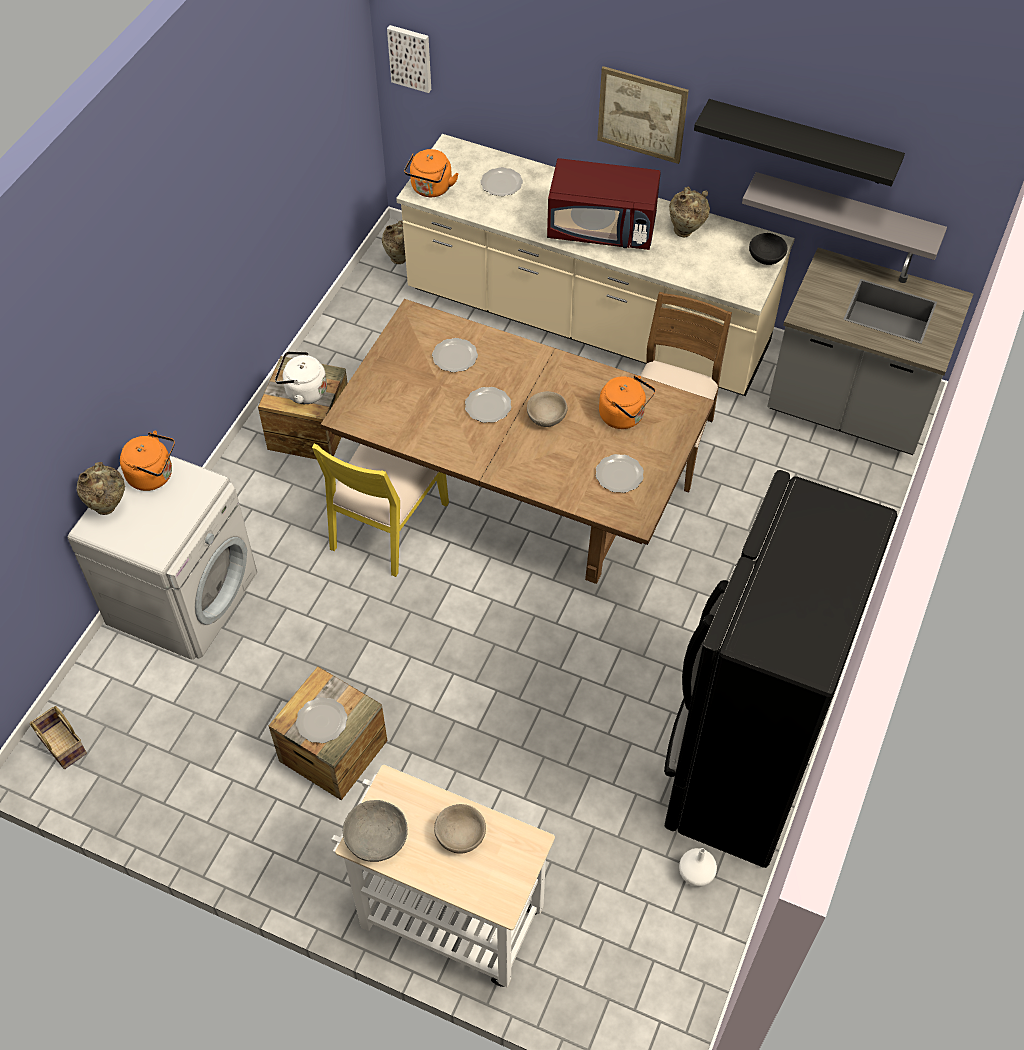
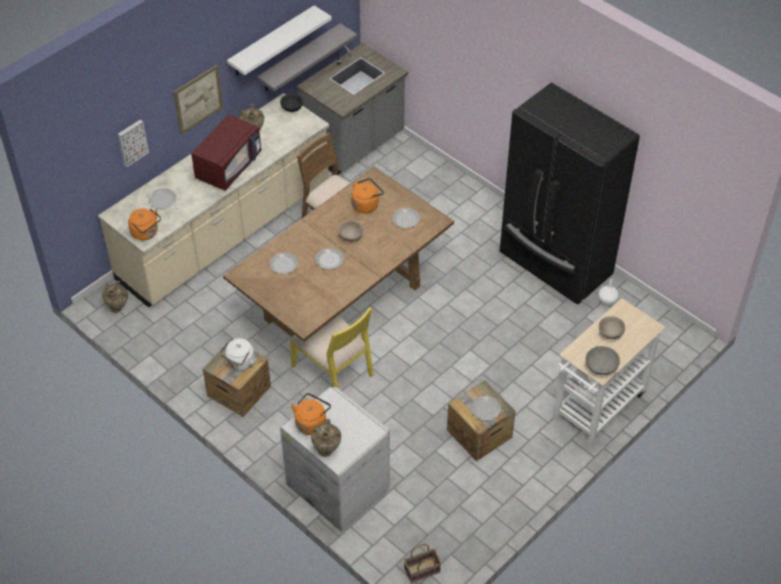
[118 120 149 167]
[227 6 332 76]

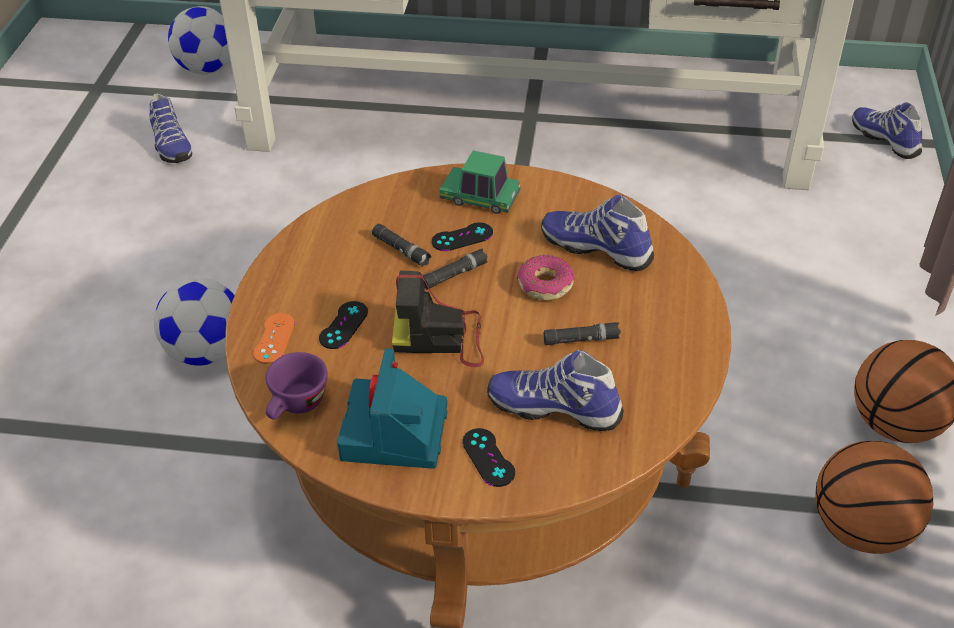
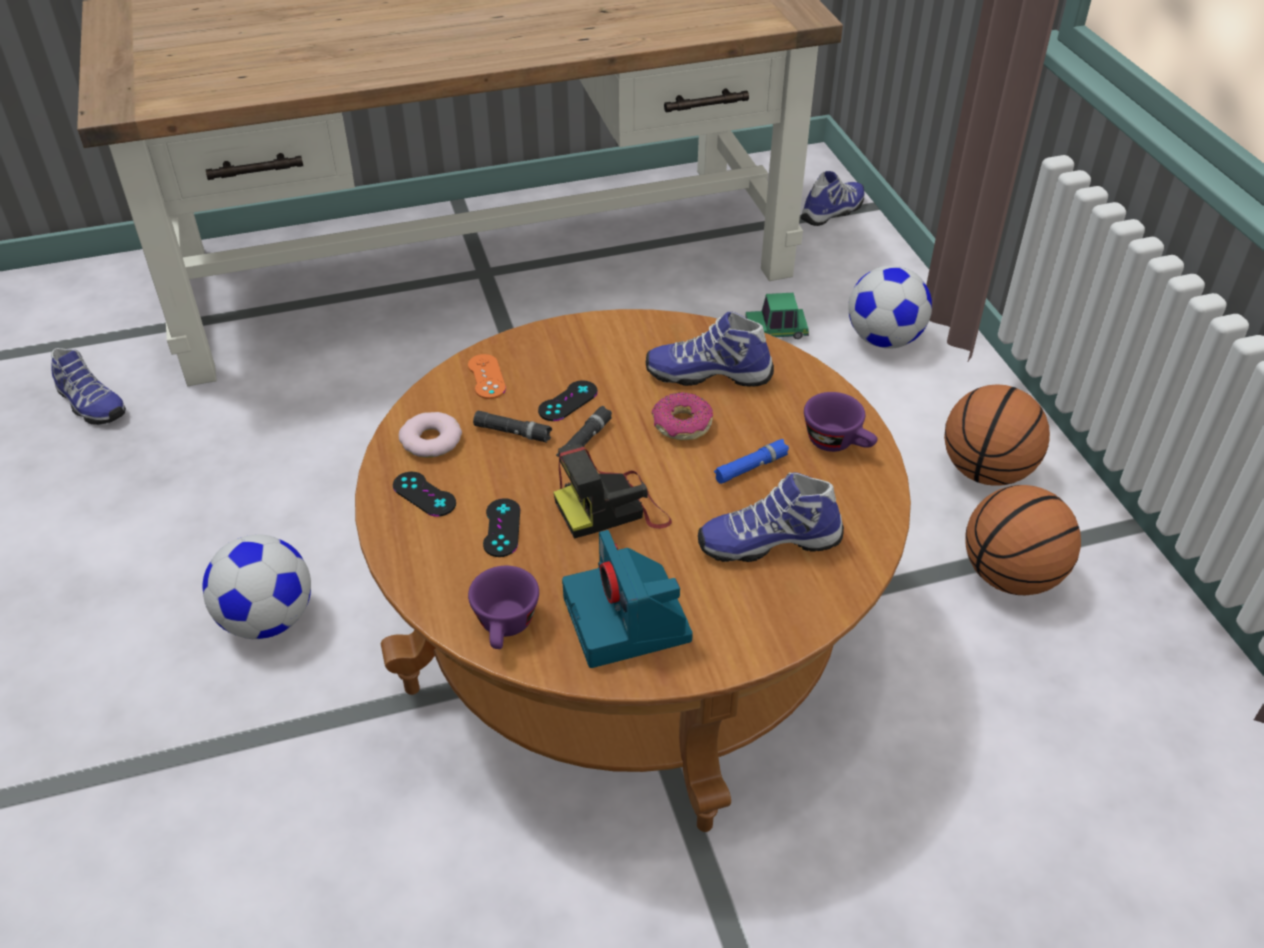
[848 265 932 349]
[801 171 864 226]
[745 293 809 339]
[468 354 506 399]
[714 439 789 484]
[393 472 456 517]
[804 392 878 452]
[399 412 462 458]

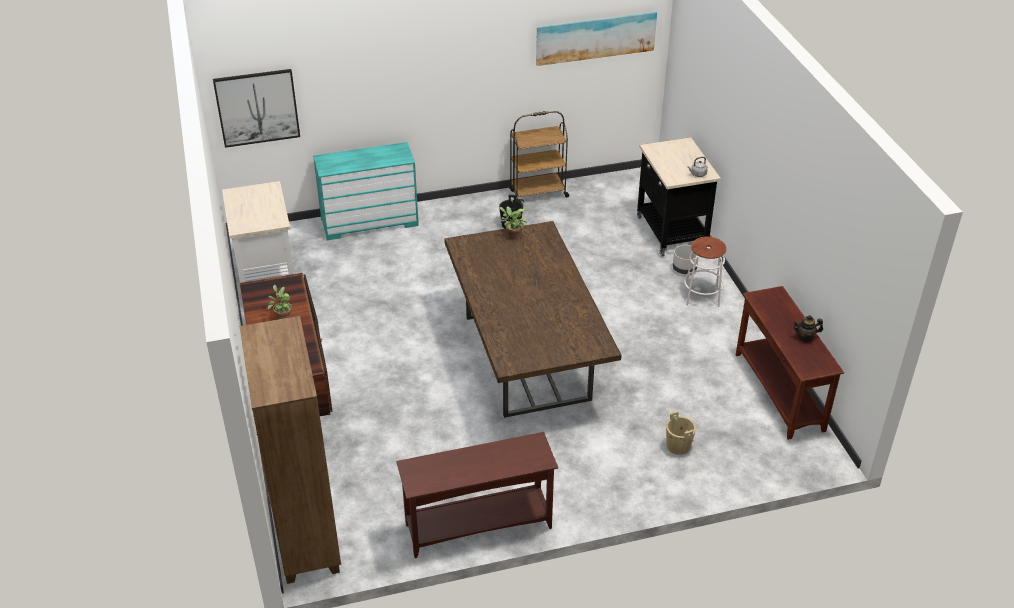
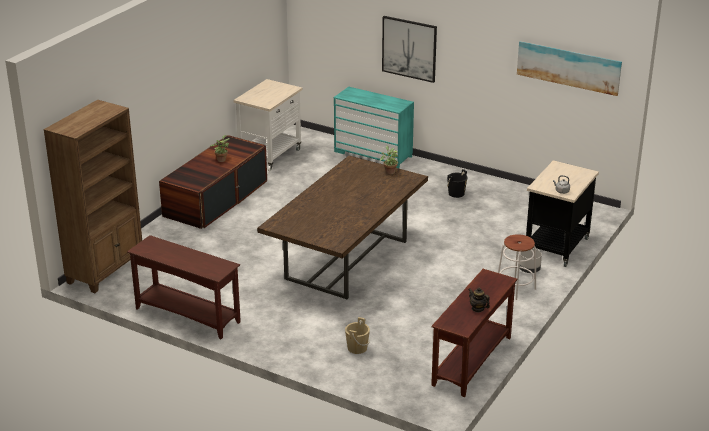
[382 16 437 83]
[509 111 569 202] (first image)

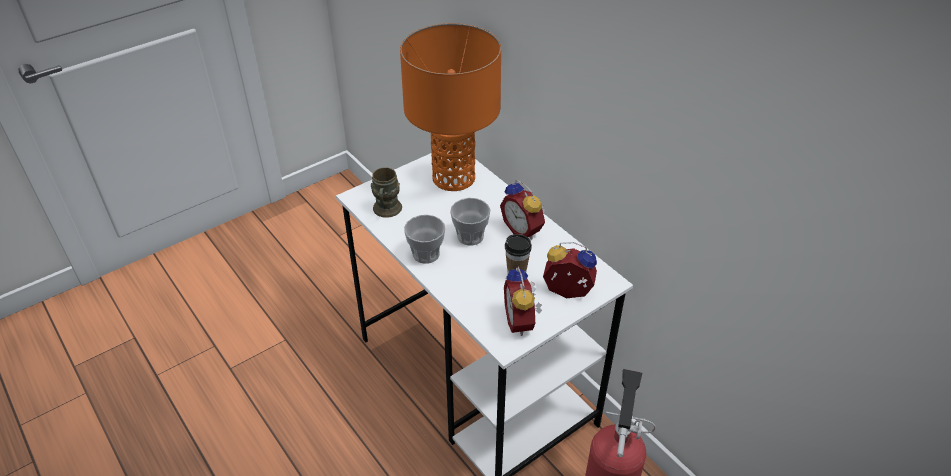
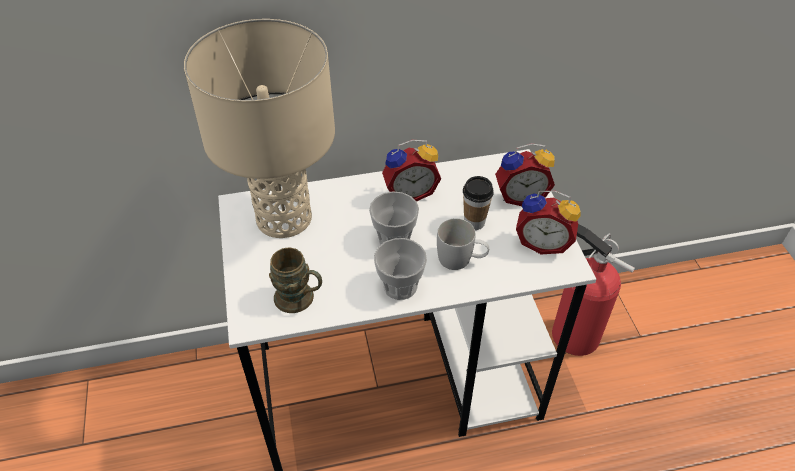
[184 19 335 238]
[495 143 555 206]
[437 219 489 270]

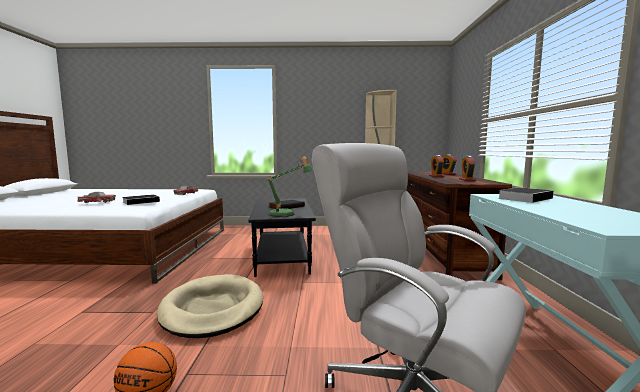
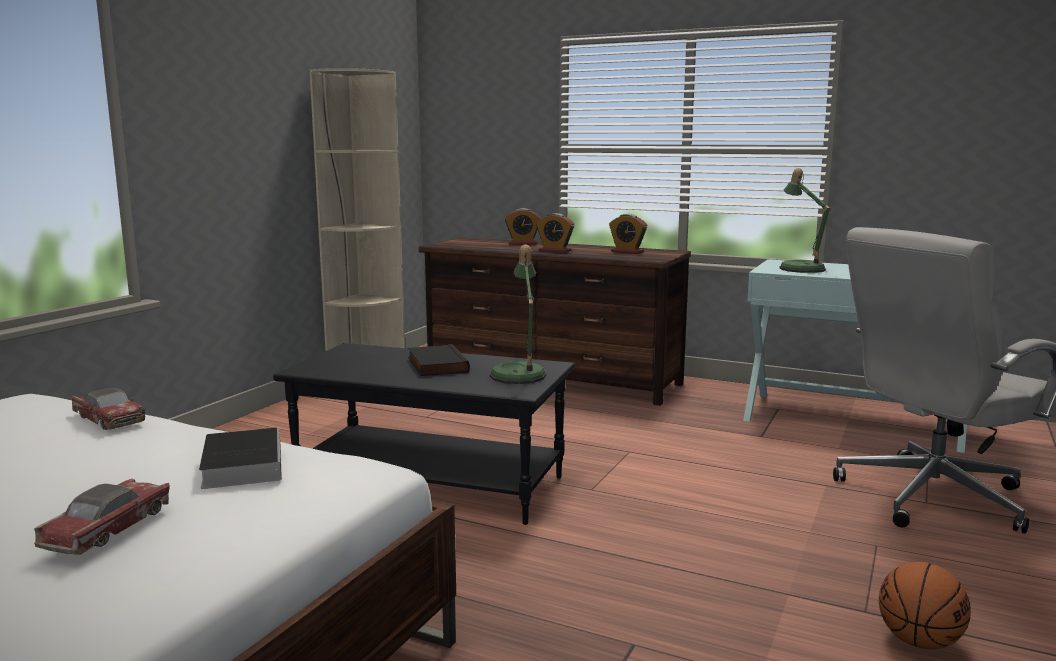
[780 168 831 273]
[157 274 263 338] (first image)

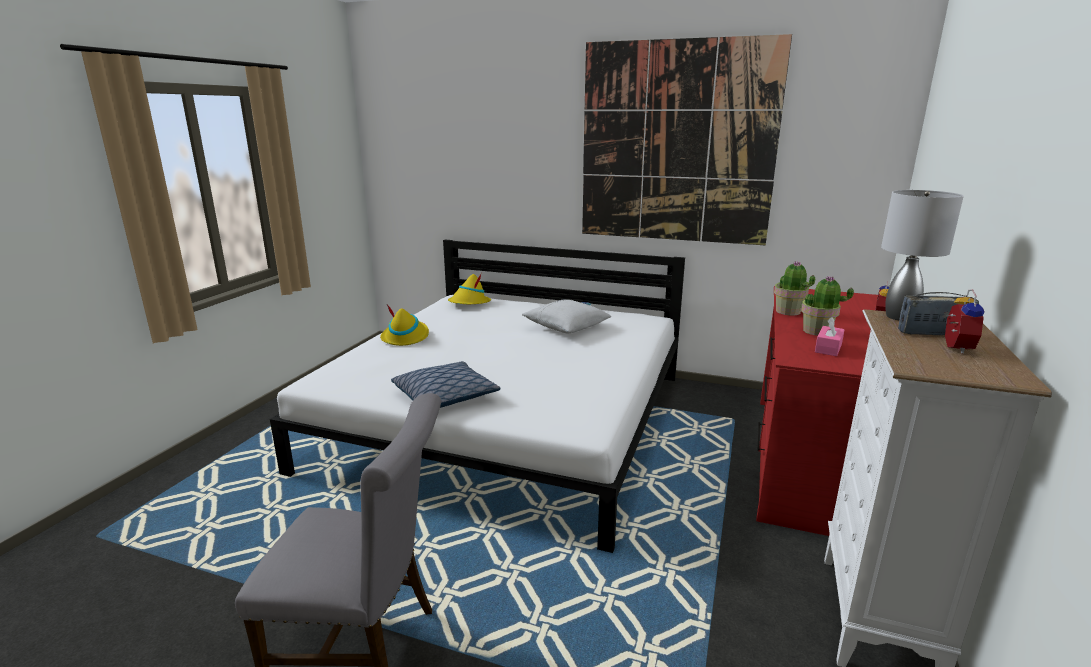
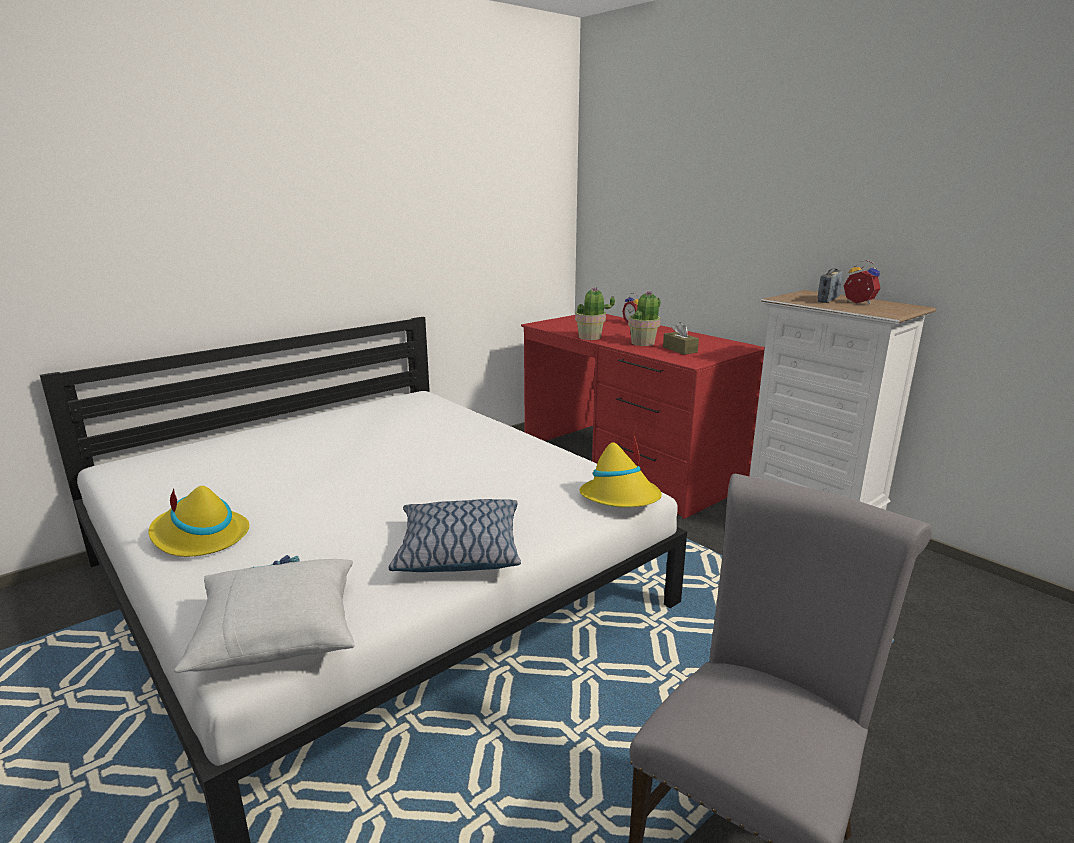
[582 34 792 245] (first image)
[881 190 964 320] (first image)
[579 435 662 507]
[174 555 355 673]
[663 322 699 355]

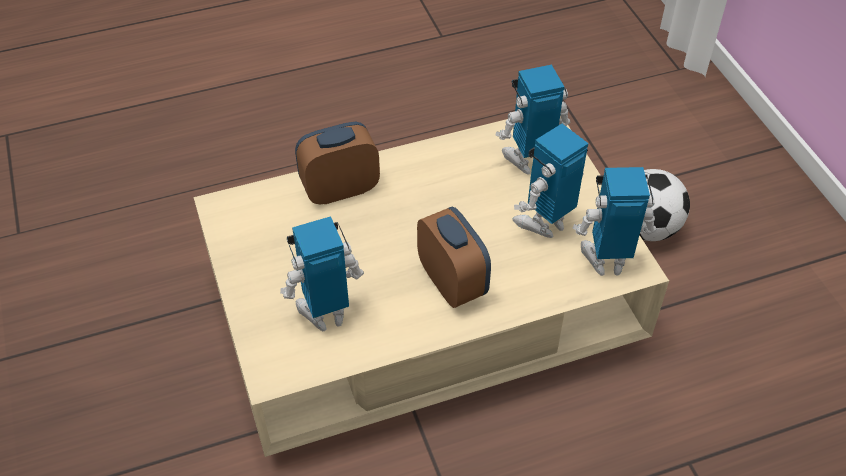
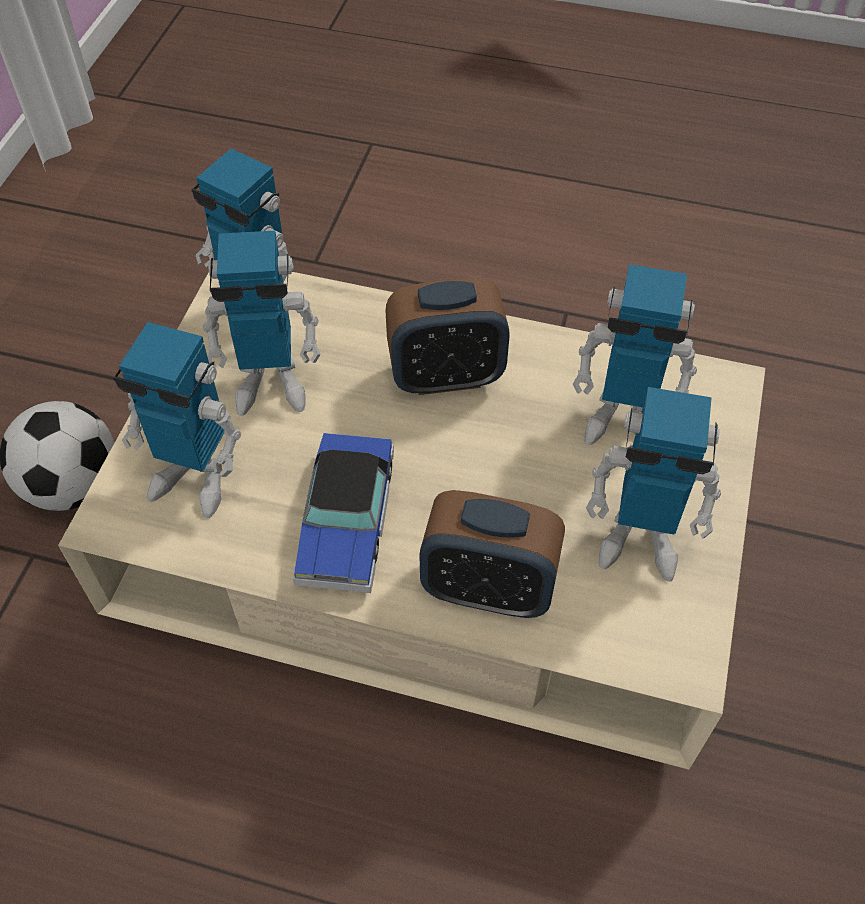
[386 278 510 395]
[586 387 721 581]
[293 433 394 593]

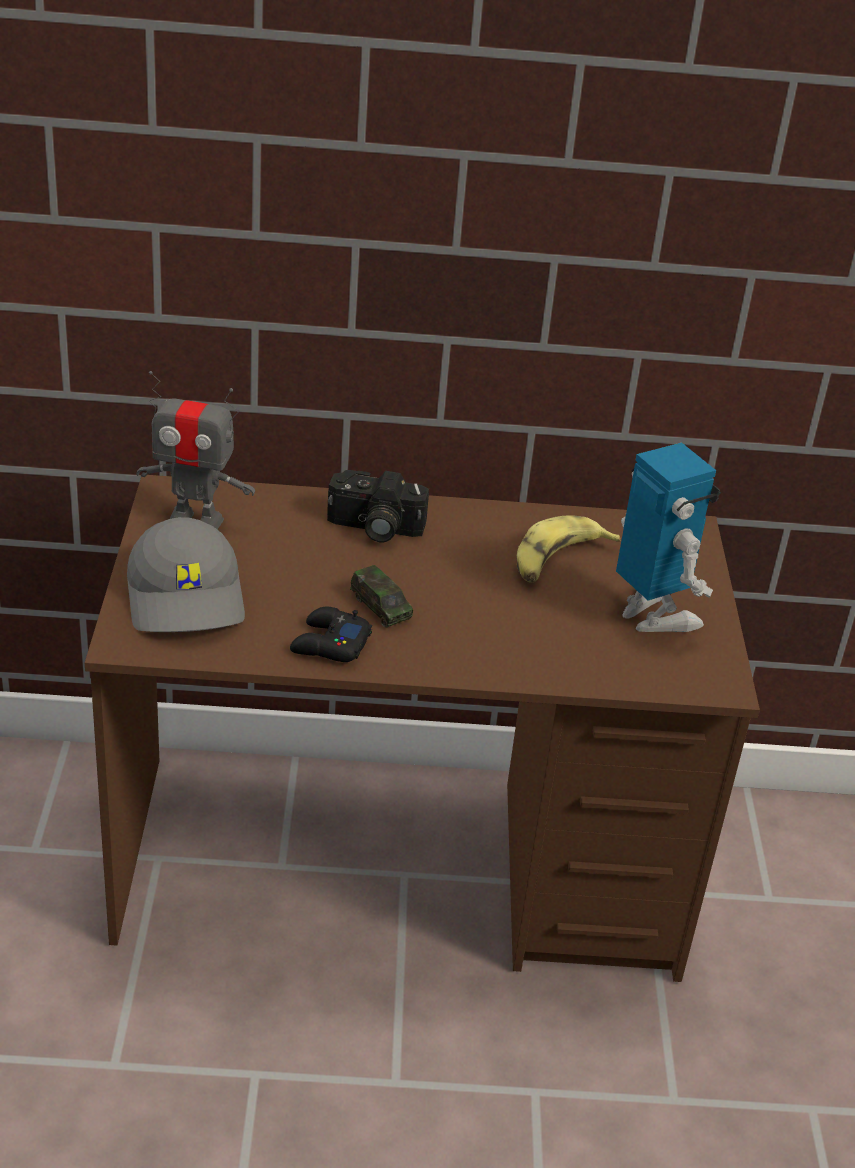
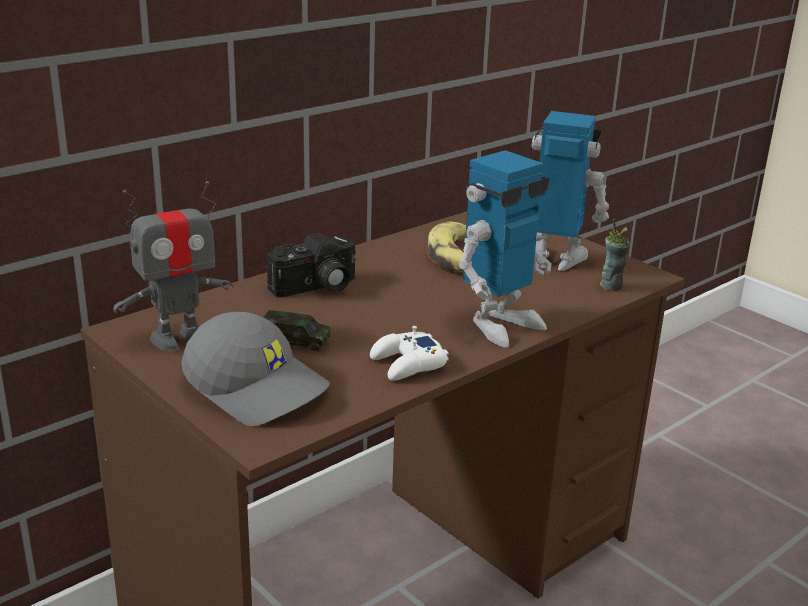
[264 310 330 352]
[370 326 449 381]
[459 150 552 347]
[600 219 630 291]

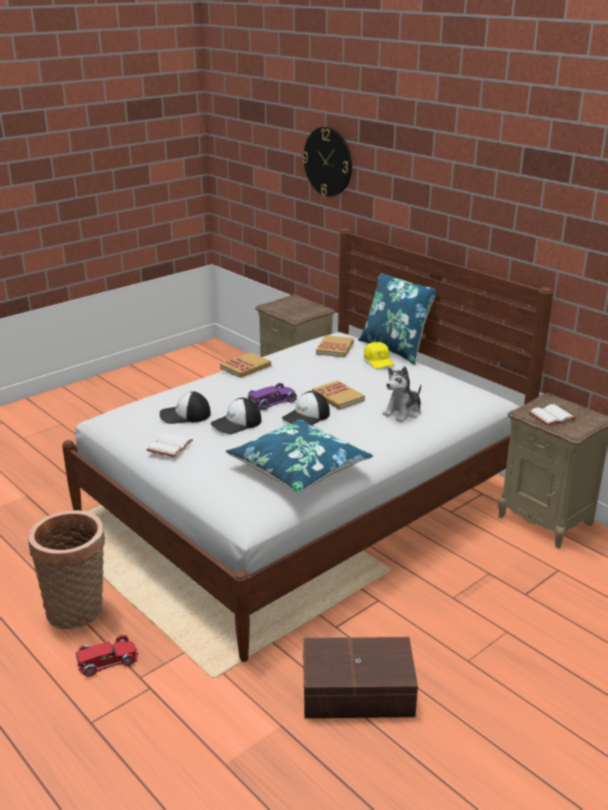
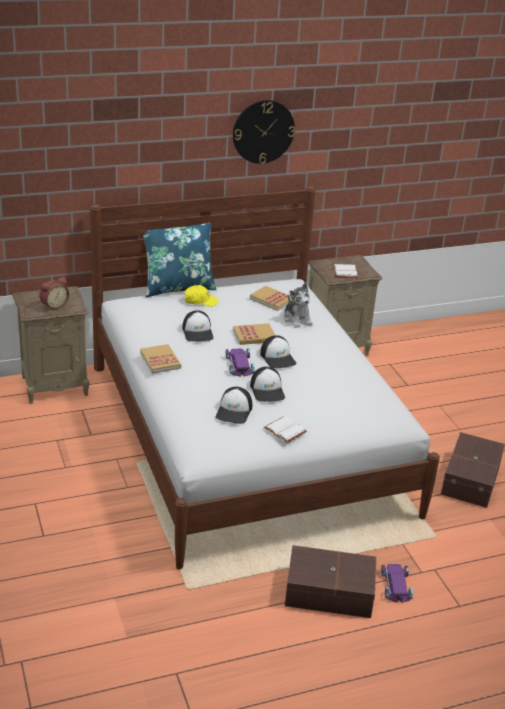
[233 100 295 164]
[250 286 293 311]
[226 419 373 494] (first image)
[285 545 376 618]
[381 564 413 603]
[40 277 69 310]
[182 310 214 342]

